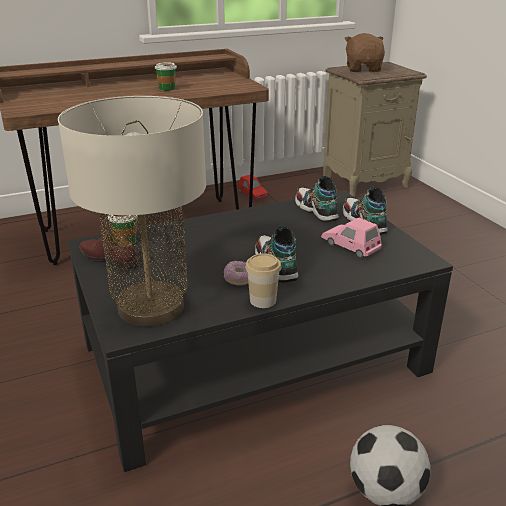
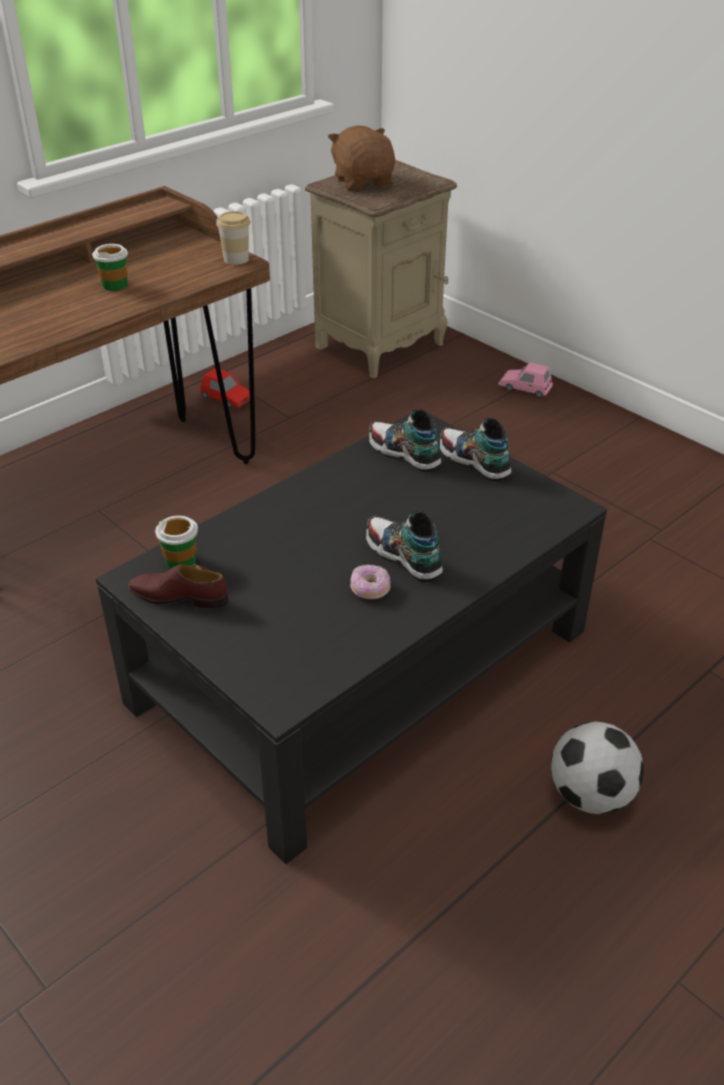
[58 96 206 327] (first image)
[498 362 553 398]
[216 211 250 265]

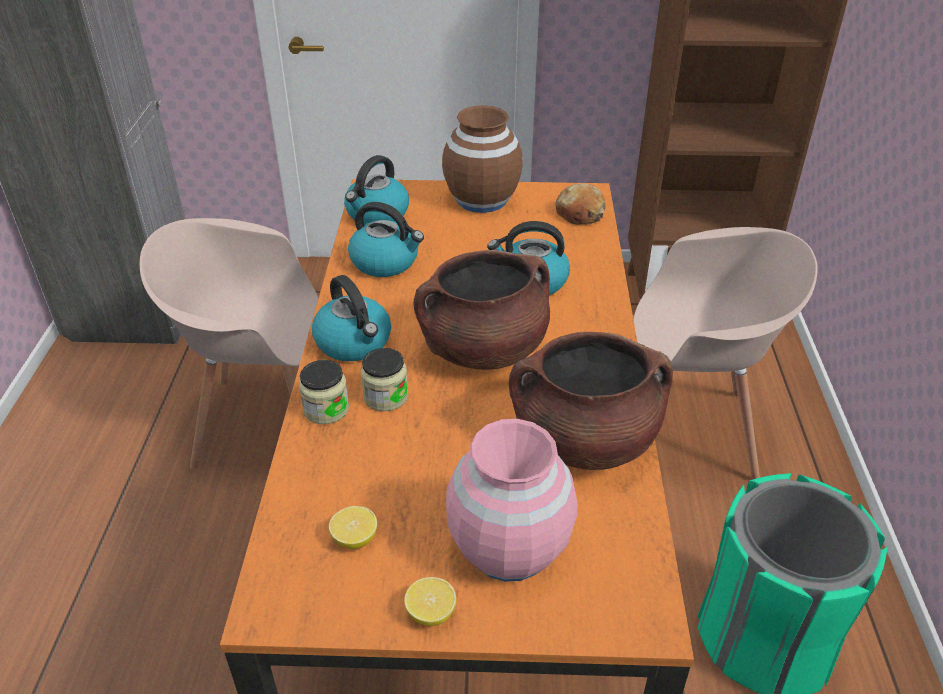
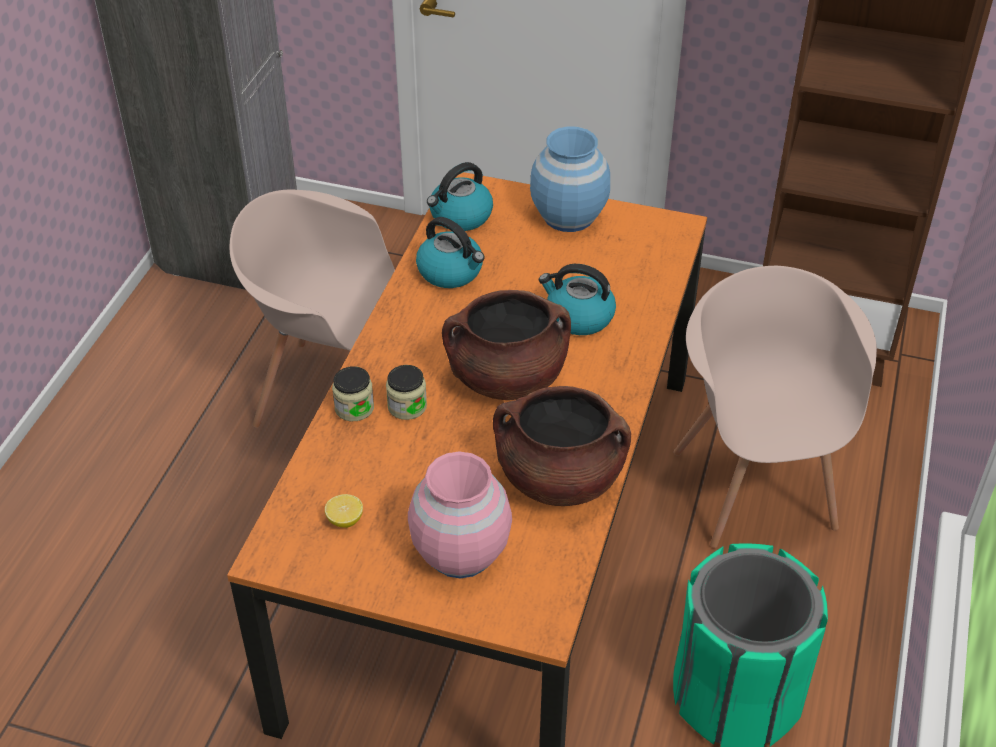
[530 126 610 232]
[556 183 606 225] (first image)
[674 266 877 548]
[312 275 391 361] (first image)
[404 577 457 626] (first image)

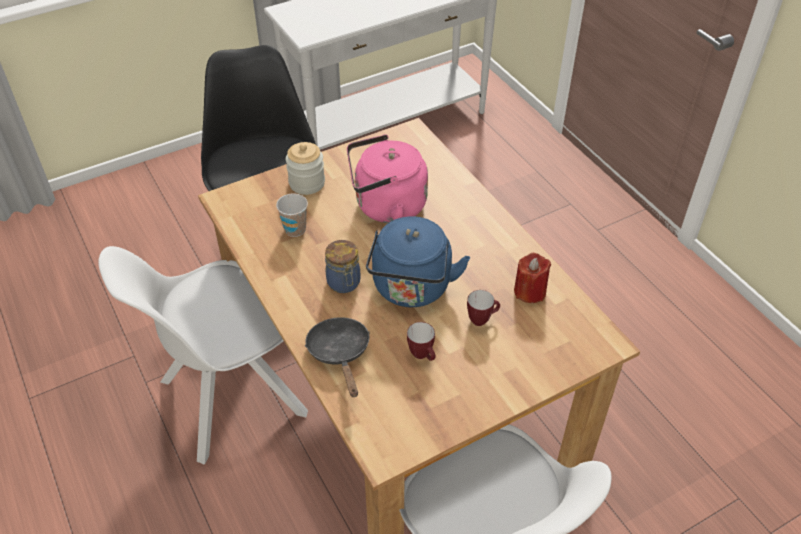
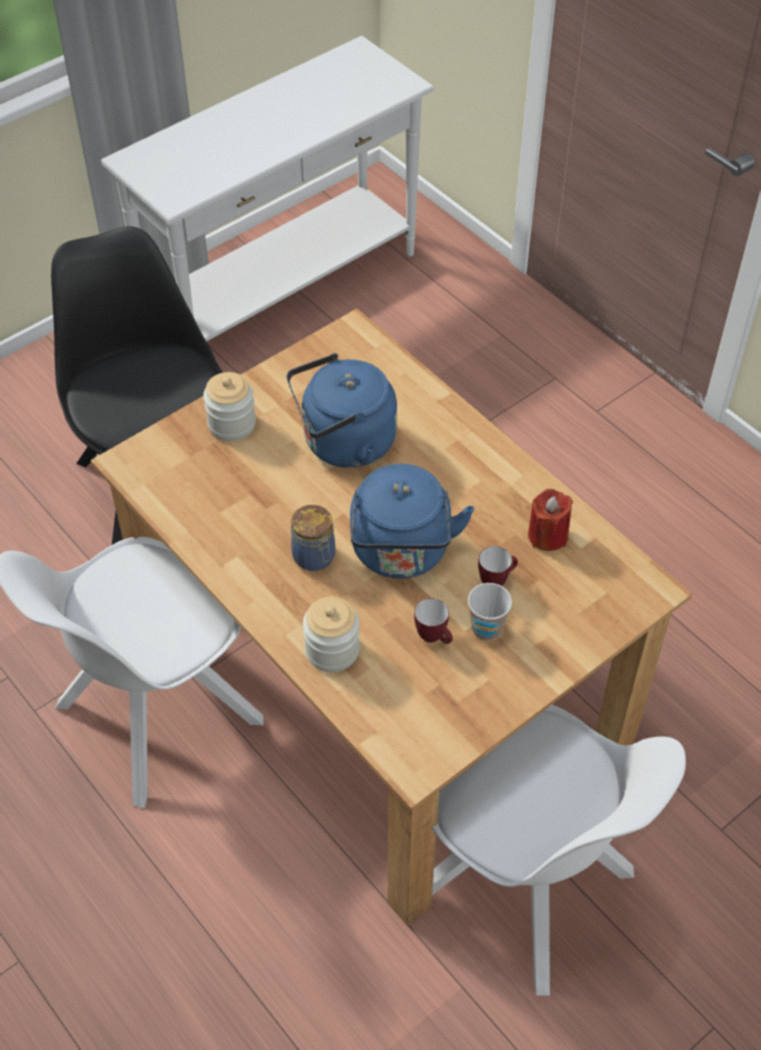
[287 353 397 468]
[468 583 512 641]
[303 597 360 672]

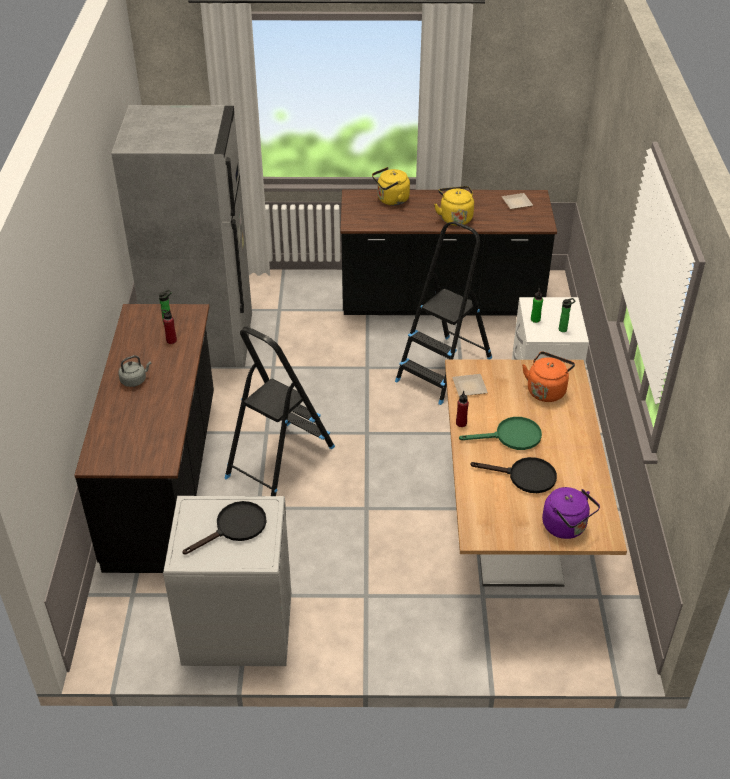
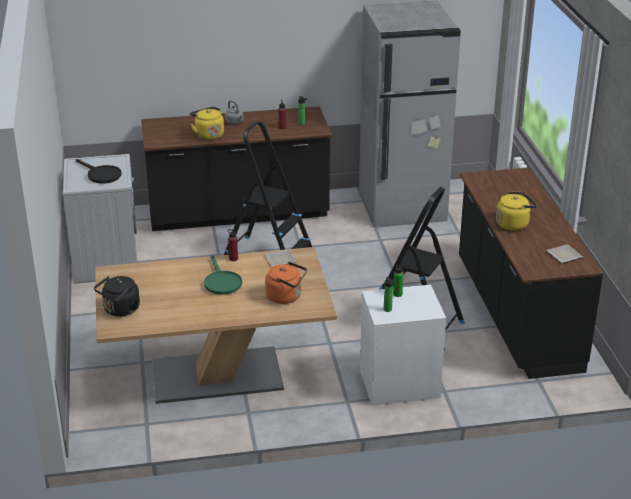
[190 106 224 140]
[470 457 557 493] (first image)
[94 276 140 317]

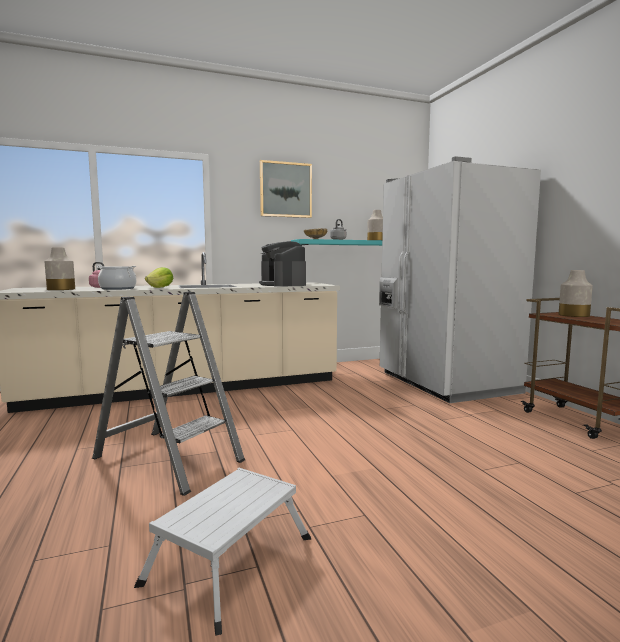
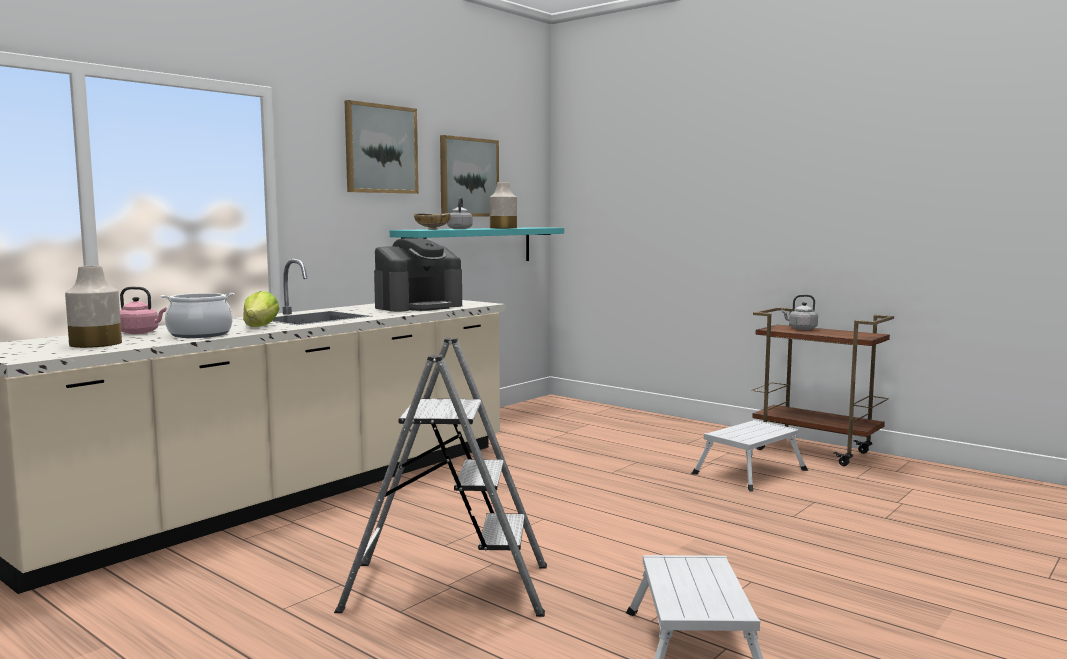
[379 156 541 403] (first image)
[374 238 462 312]
[781 295 818 330]
[440 135 499 216]
[691 420 808 491]

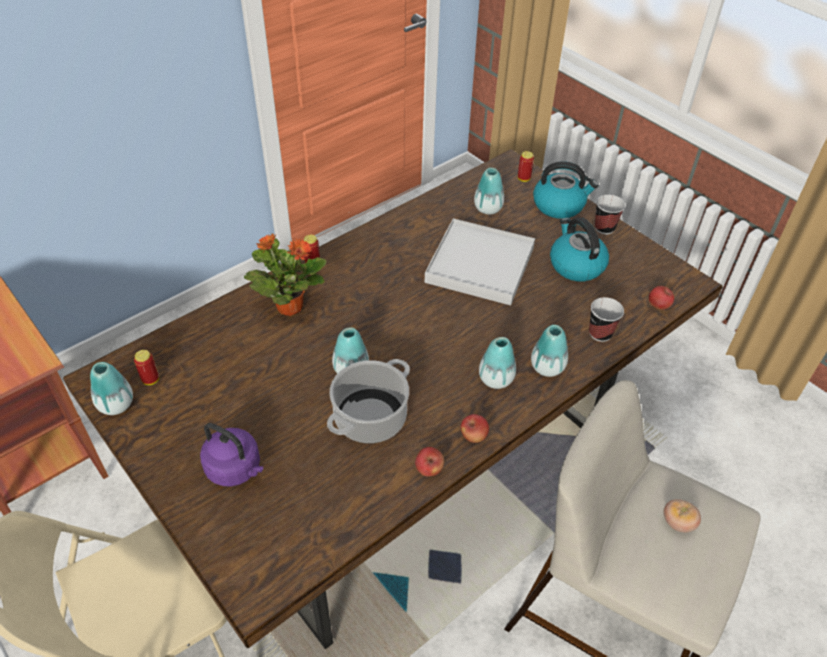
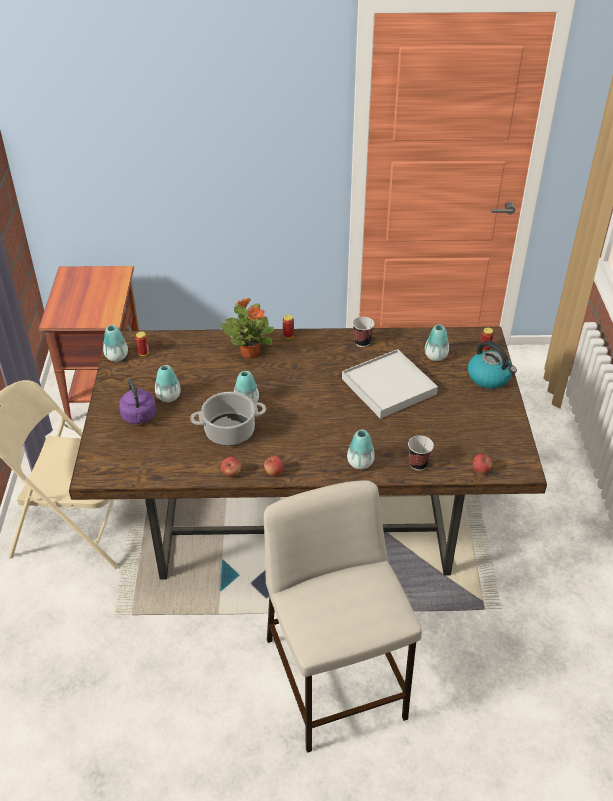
[353 317 375 347]
[550 217 609 281] (first image)
[155 365 181 402]
[663 499 701 532] (first image)

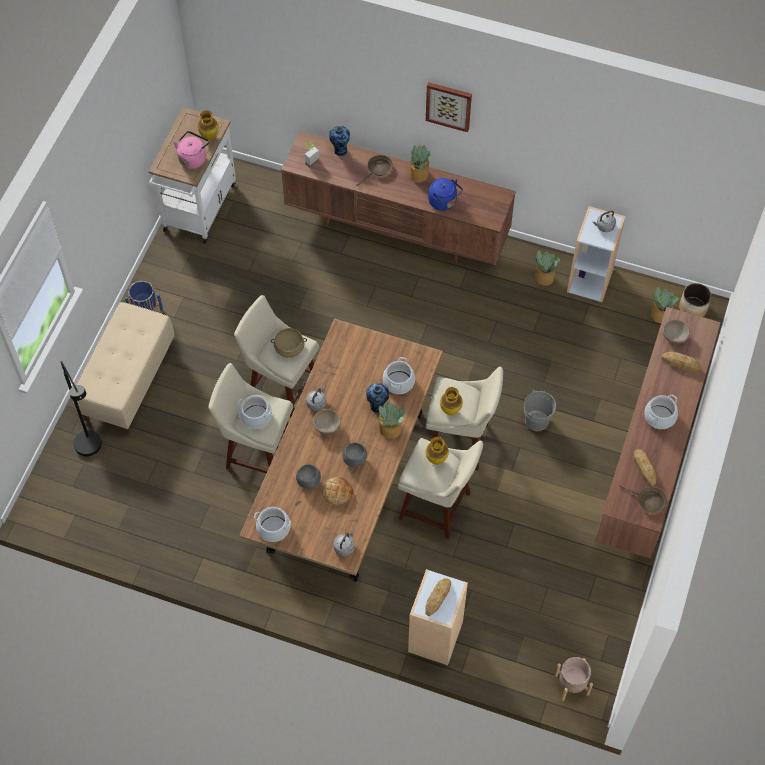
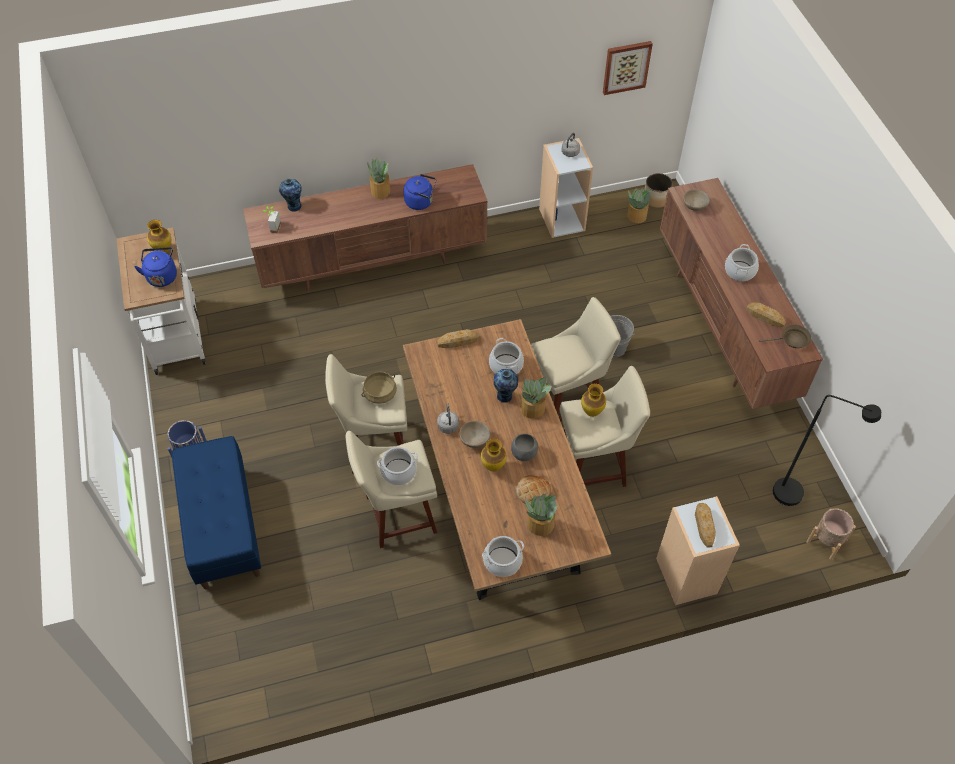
[603 41 653 95]
[134 247 177 287]
[357 155 393 186] (first image)
[525 494 557 536]
[172 436 261 589]
[437 329 479 348]
[773 395 882 506]
[481 438 507 472]
[296 464 321 489] (first image)
[333 530 355 556] (first image)

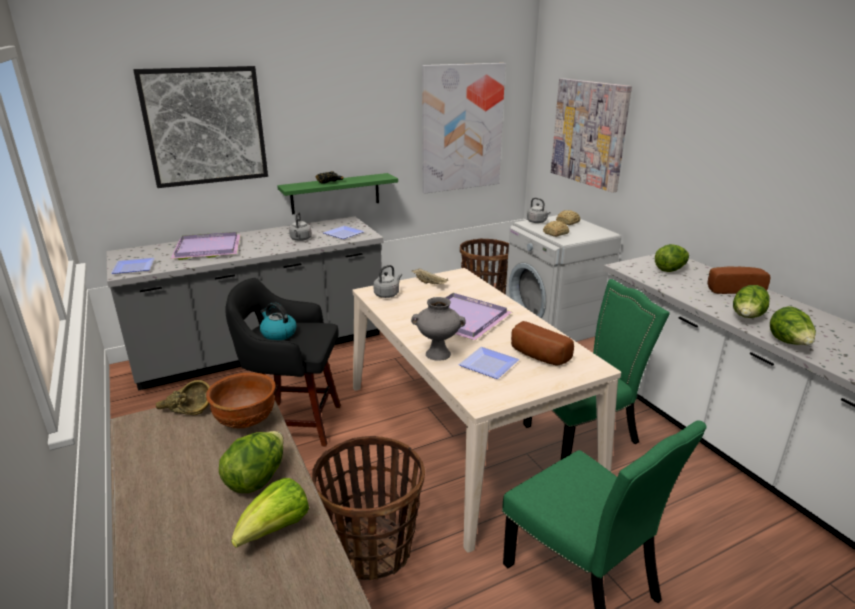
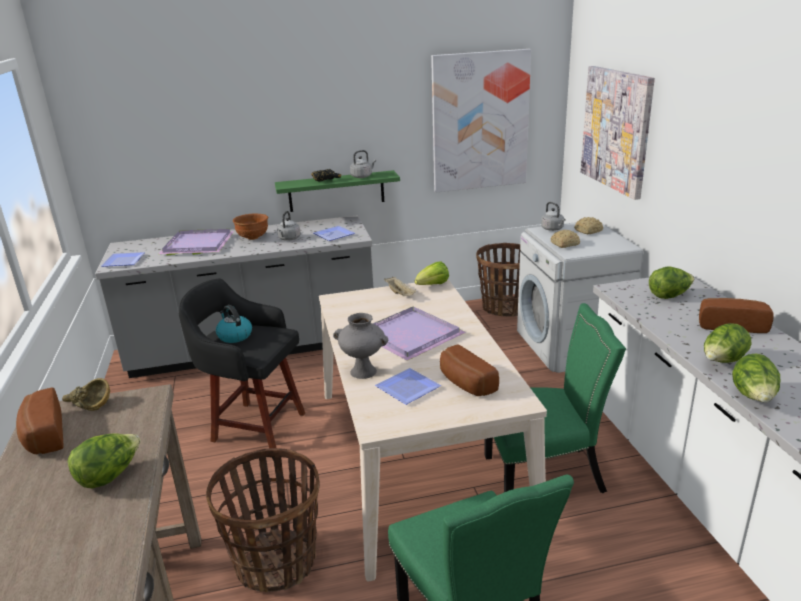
[133 66 268 188] (first image)
[350 150 376 178]
[233 213 268 240]
[415 261 449 285]
[16 387 64 454]

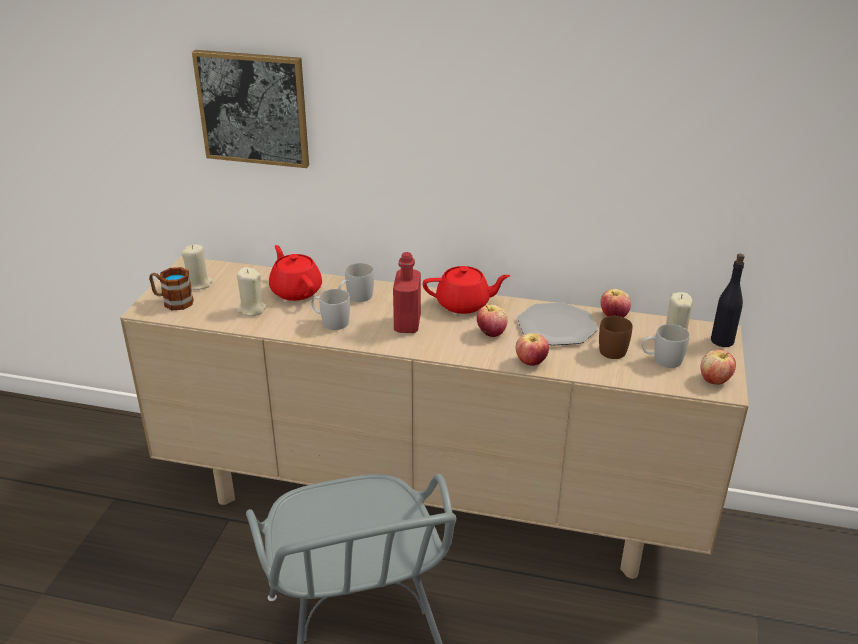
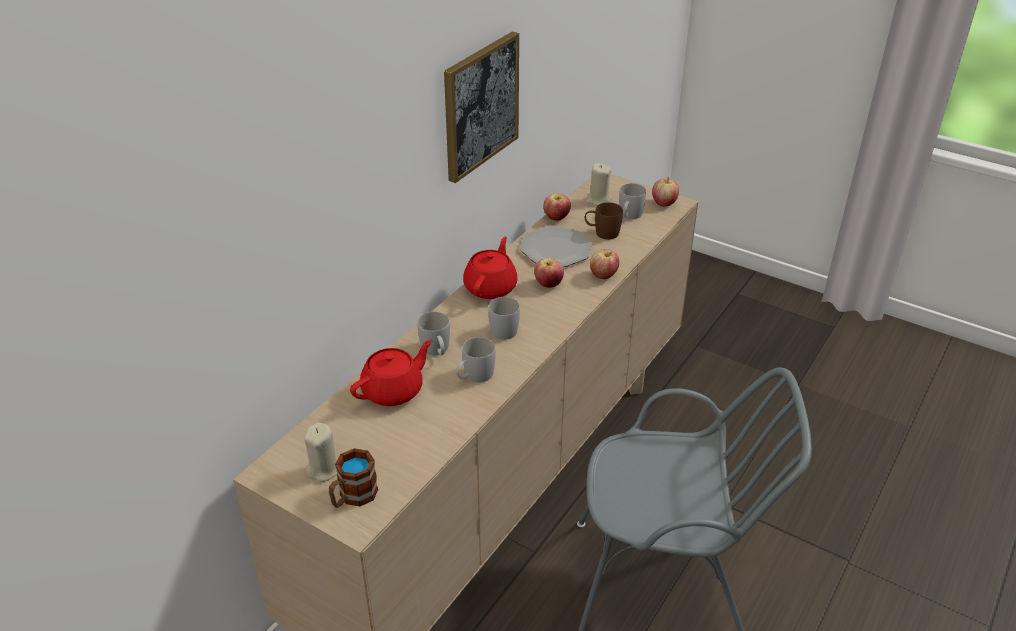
[444 32 519 183]
[350 340 432 406]
[488 297 520 340]
[711 254 745 347] (first image)
[236 267 267 316] (first image)

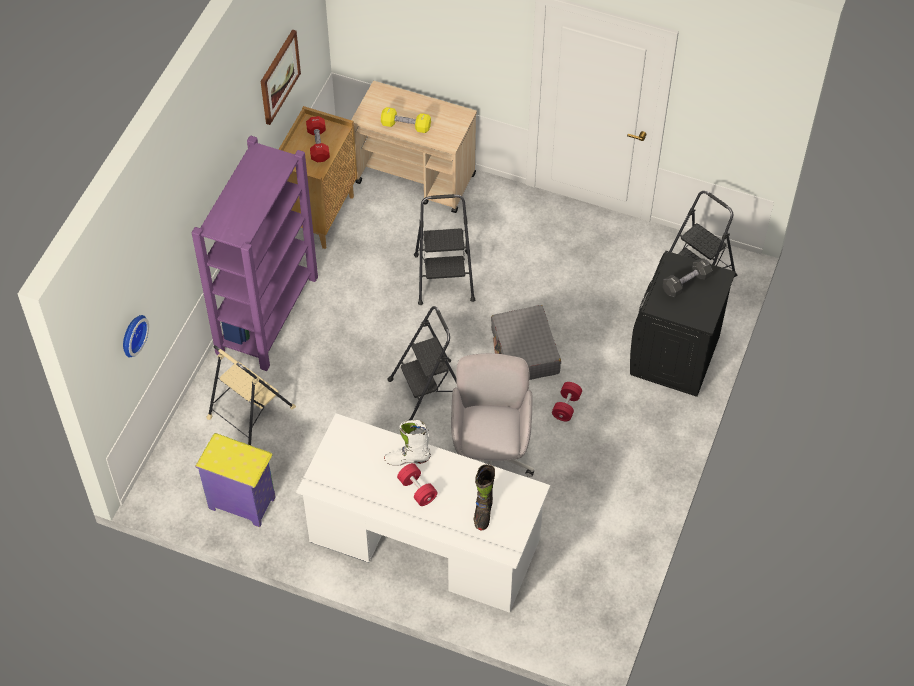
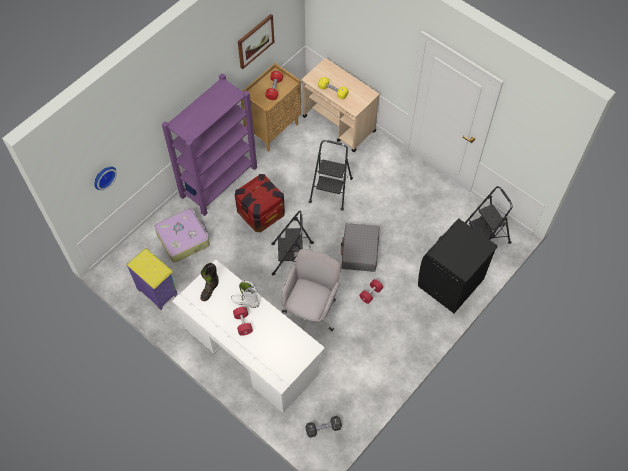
[305 416 342 438]
[155 209 210 263]
[200 263 219 301]
[235 174 285 232]

